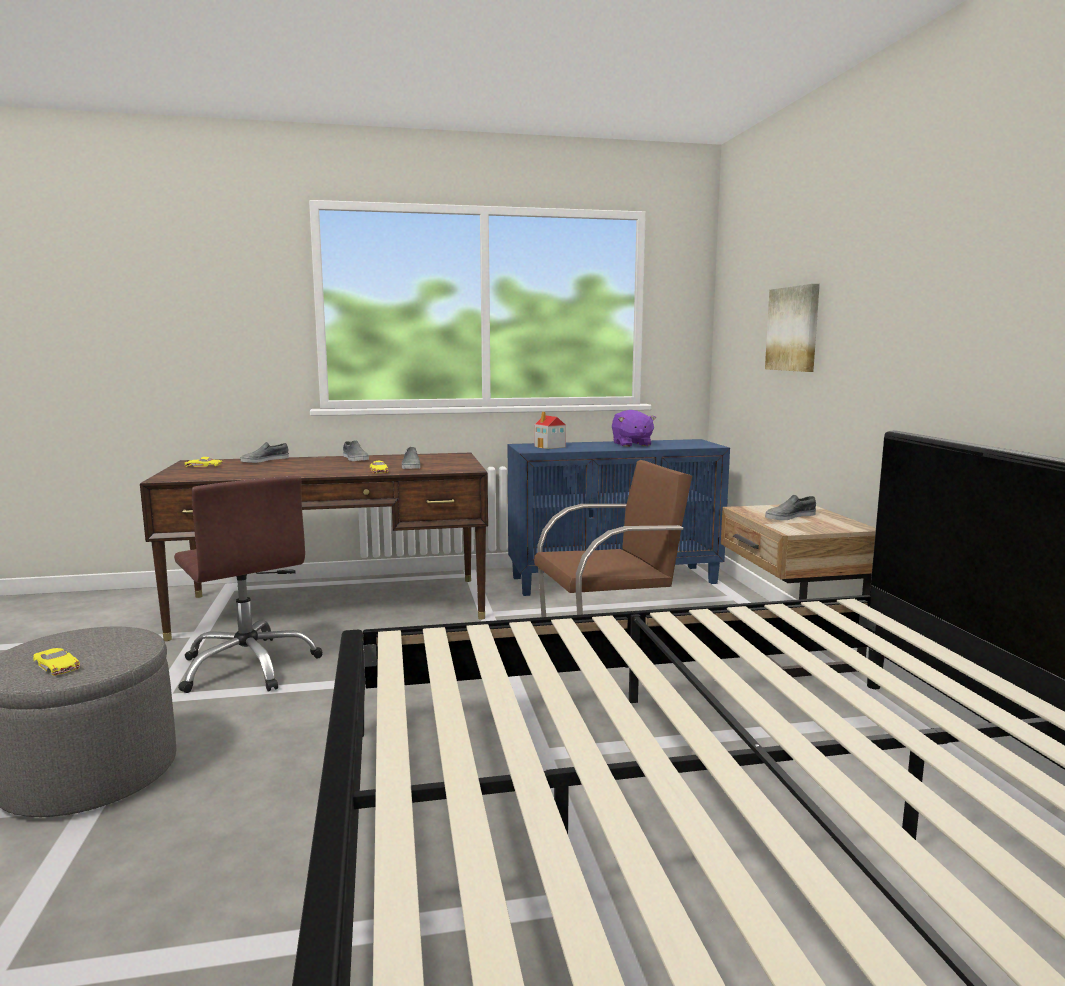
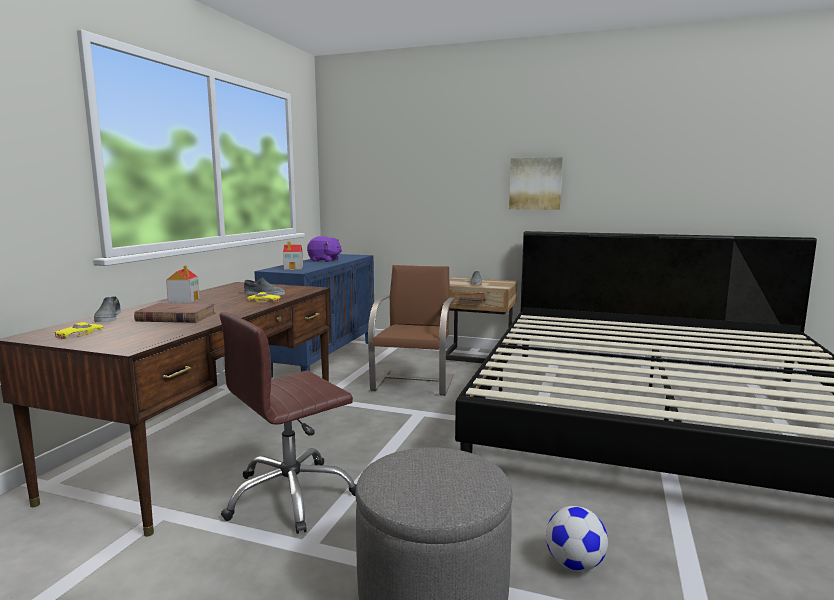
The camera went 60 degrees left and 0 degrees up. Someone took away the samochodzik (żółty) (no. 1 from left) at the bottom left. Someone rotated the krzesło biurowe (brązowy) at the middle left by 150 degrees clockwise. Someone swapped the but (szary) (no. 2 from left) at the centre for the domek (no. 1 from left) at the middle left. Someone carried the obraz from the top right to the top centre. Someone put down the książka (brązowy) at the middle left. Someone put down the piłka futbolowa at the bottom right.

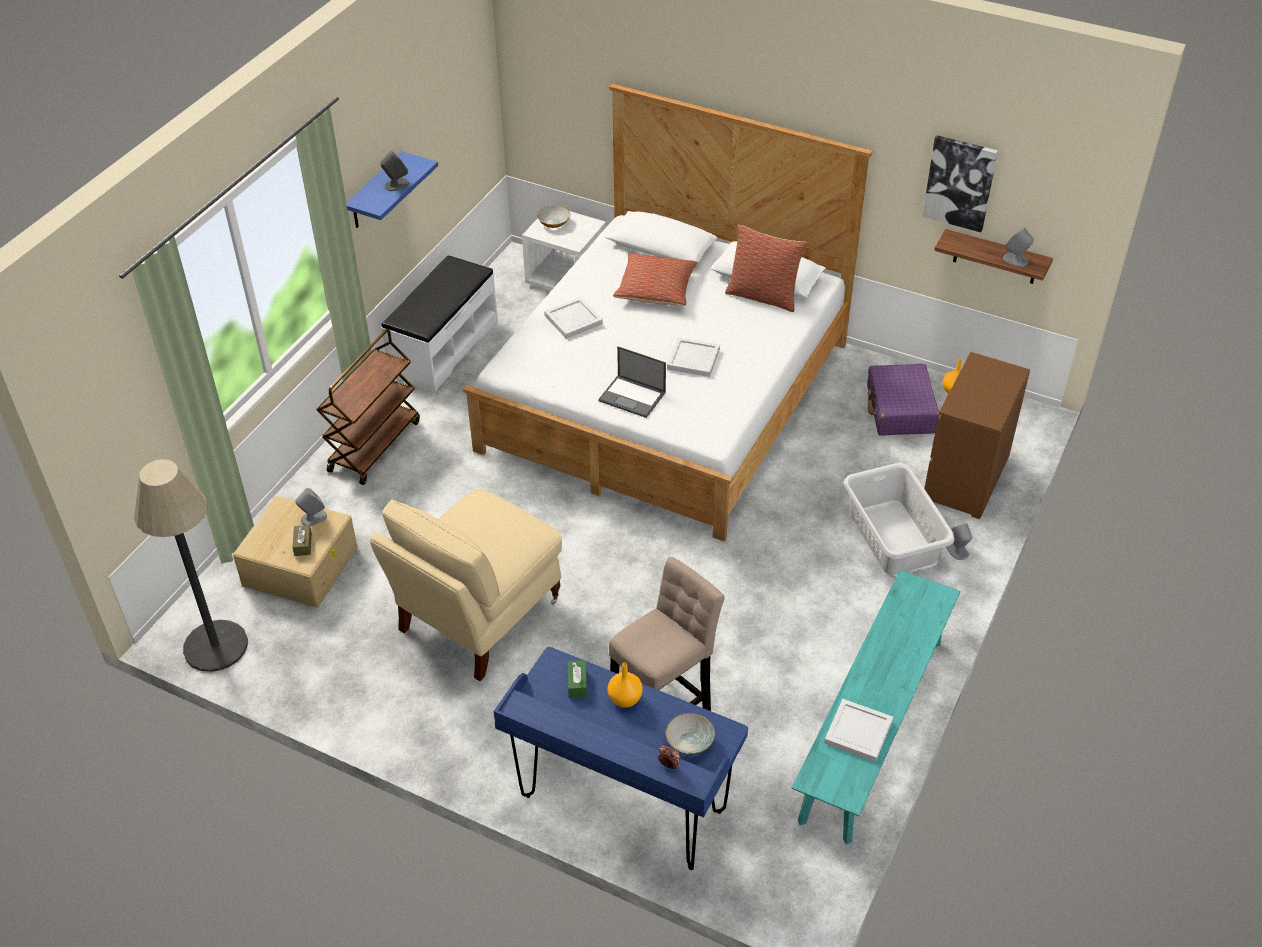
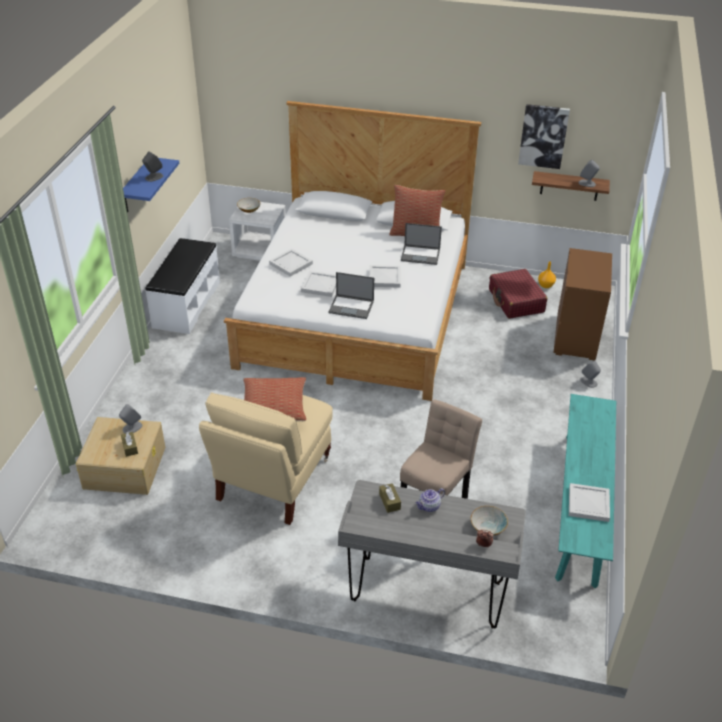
The camera went 15 degrees left and 5 degrees down. Someone took away the lampa stojąca at the middle left. Someone took away the wózek (brązowy) at the middle left. Someone repainted the biurko (niebieski) at the bottom centre, which became the biurko (szary) at the bottom centre. Someone repainted the pudełko chusteczek (zielony) at the bottom centre, which became the pudełko chusteczek (brązowy) (no. 2 from left) at the bottom centre. Someone swapped the wazon (pomarańczowy) (no. 1 from left) at the bottom centre for the imbryk at the bottom centre. Someone carried the poduszka (no. 1 from left) from the top centre to the centre. Someone took away the kosz na pranie (szary) at the middle right. Someone repainted the walizka (fioletowy) at the middle right, which became the walizka (czerwony) at the middle right. Someone put down the taca (biały) (no. 2 from left) at the centre. Someone put down the laptop (no. 2 from left) at the centre.

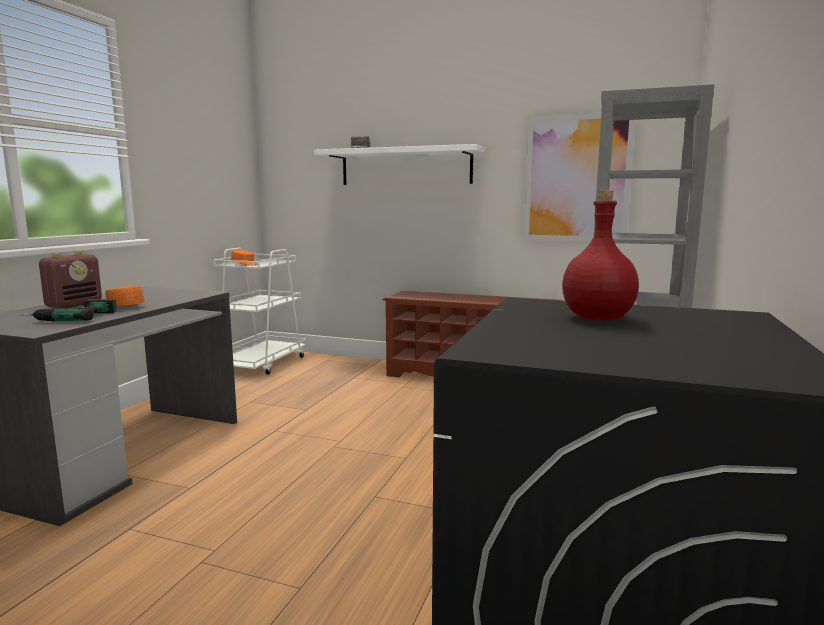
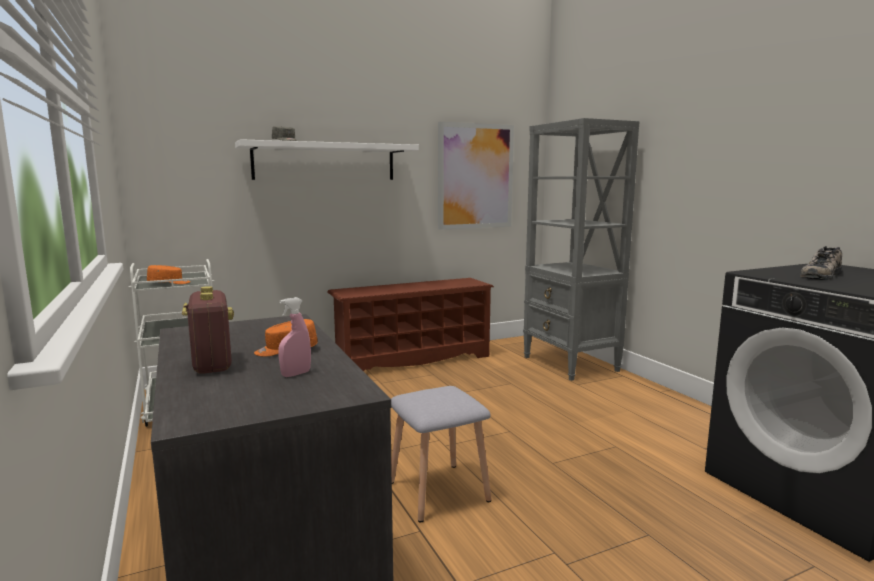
The camera went 45 degrees left and 0 degrees up. Someone swapped the wiertarka at the middle left for the spryskiwacz (różowy) at the centre. Someone swapped the butelka (czerwony) at the middle right for the but at the middle right. Someone put down the stołek (szary) at the bottom centre.

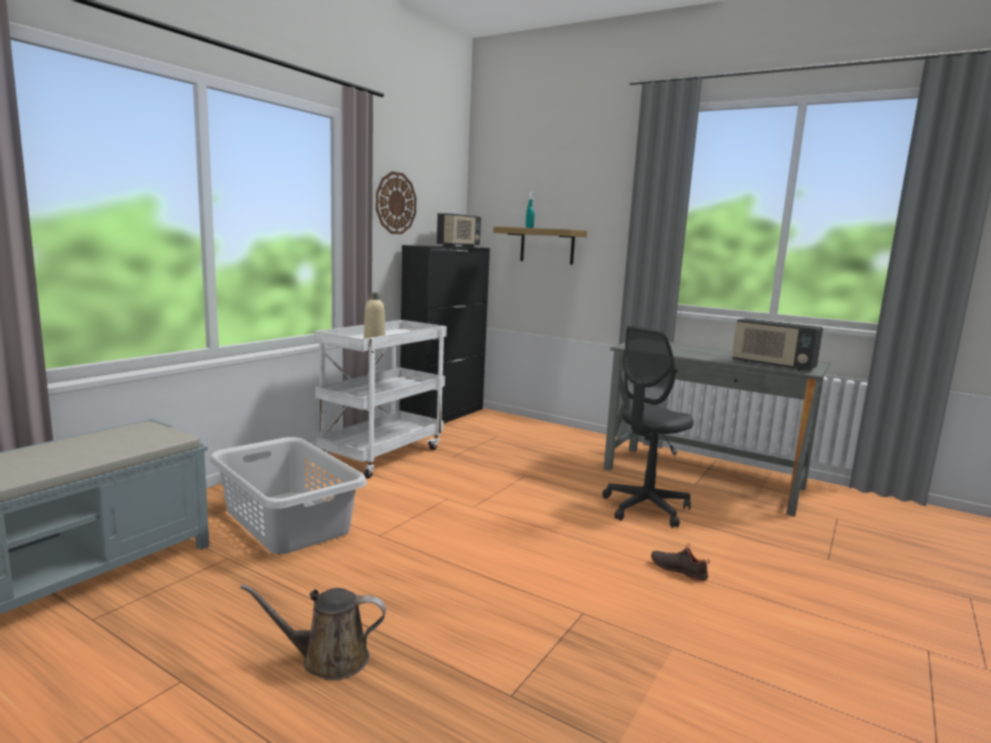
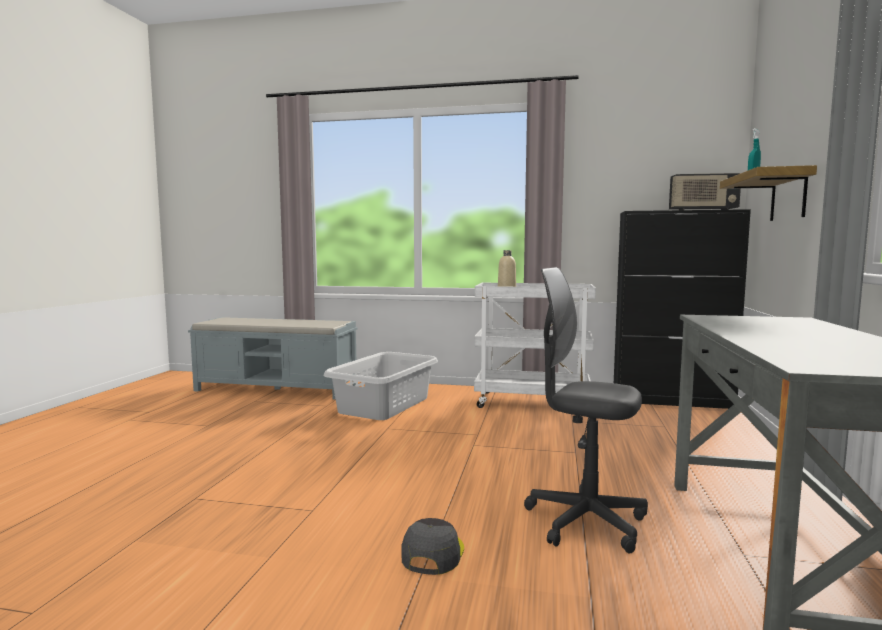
The camera went 70 degrees right and 5 degrees down. Someone took away the konewka (brązowy) at the bottom left. Someone took away the zegar ścienny at the top centre. Someone swapped the but (czarny) at the bottom right for the czapka z daszkiem (szary) at the bottom centre. Someone took away the radio (no. 2 from left) at the middle right.

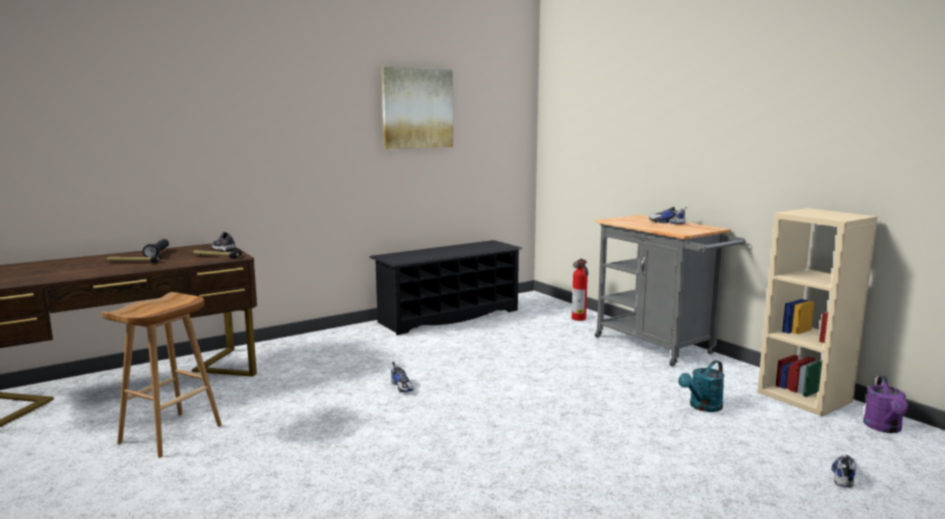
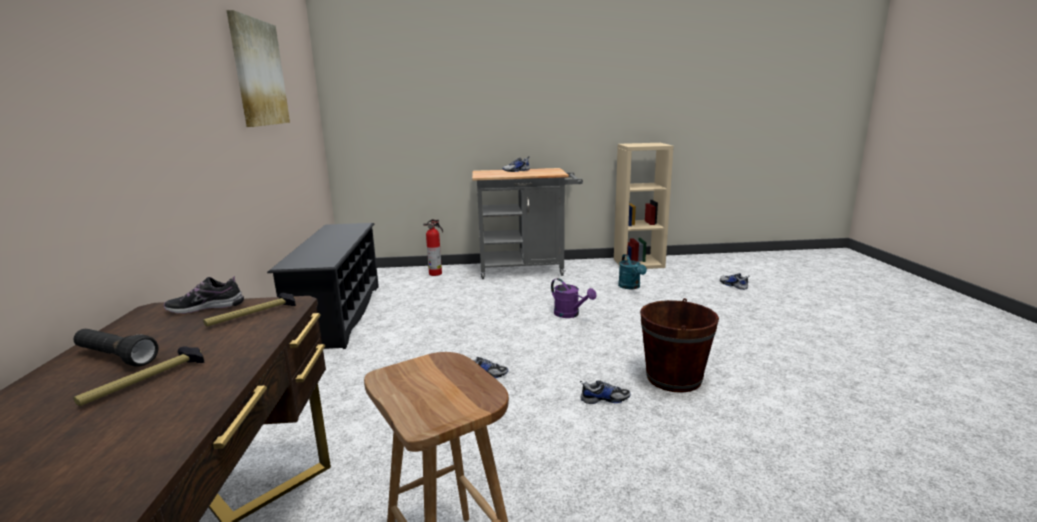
The camera went 60 degrees left and 5 degrees up. Someone carried the konewka (fioletowy) from the bottom right to the centre. Someone put down the but (no. 4 from left) at the bottom centre. Someone put down the wiadro (brązowy) at the centre.

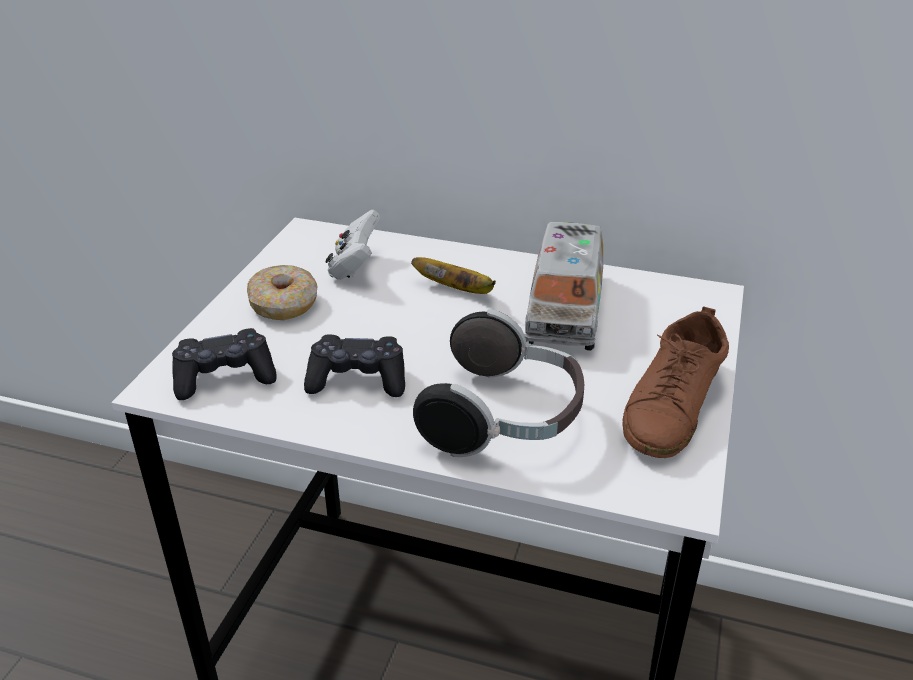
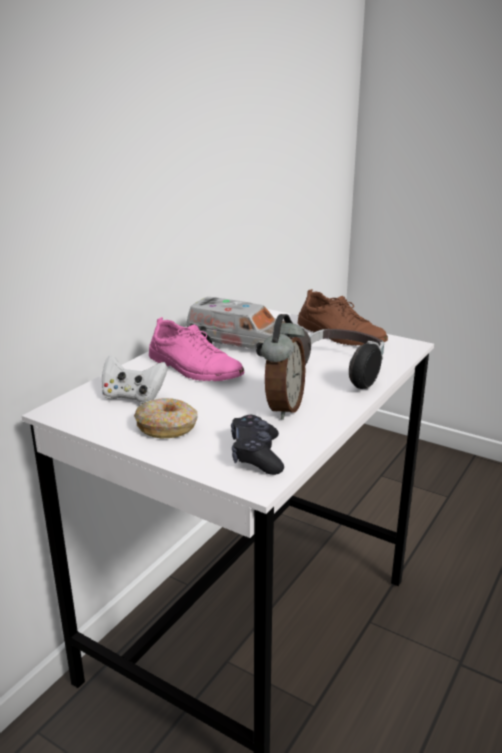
The camera went 75 degrees left and 10 degrees down. Someone swapped the pad do gier (czarny) (no. 2 from left) at the centre for the budzik at the centre. Someone swapped the banan at the centre for the but (różowy) at the centre.

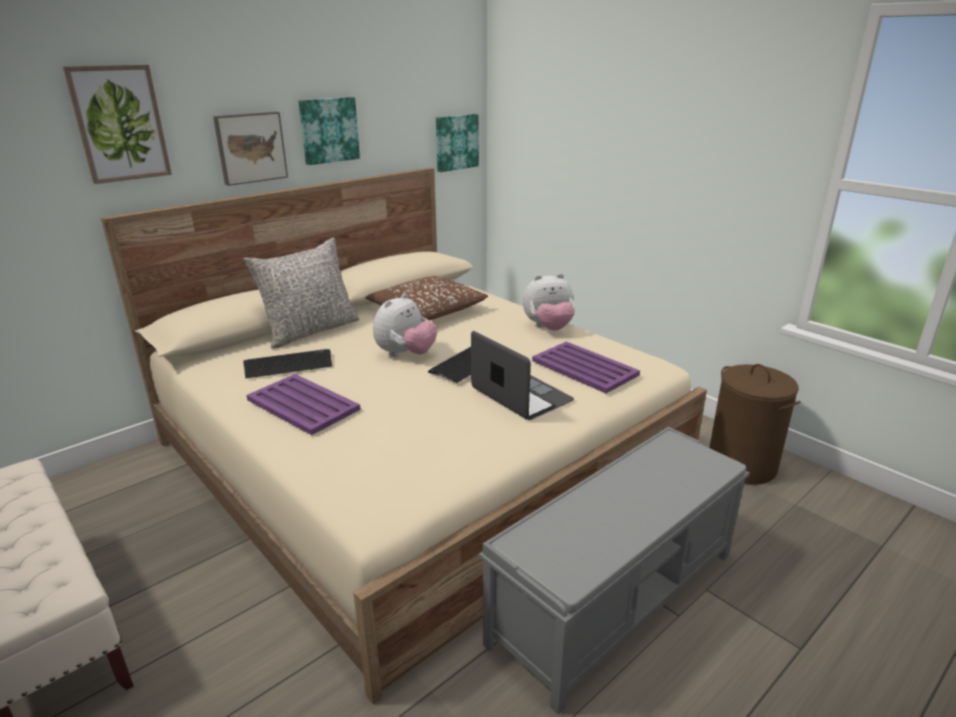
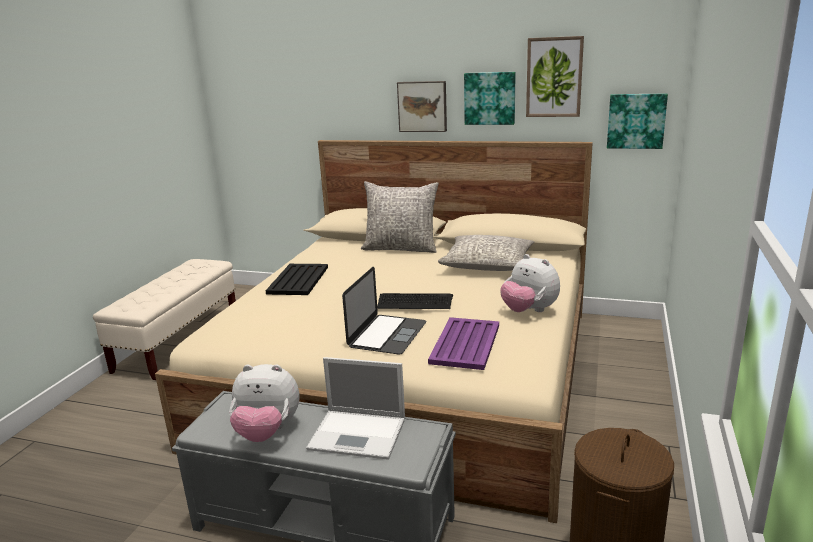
The camera went 60 degrees right and 5 degrees down. Someone carried the obraz (no. 1 from left in the first image) from the top left to the top right. Someone took away the klawiatura (no. 1 from left) at the middle left. Someone repainted the taca (fioletowy) (no. 1 from left) at the middle left, which became the taca (czarny) at the centre. Someone repainted the poduszka (brązowy) at the centre, which became the poduszka (szary) (no. 2 from left) at the centre. Someone carried the pluszak (no. 1 from left) from the centre to the bottom left. Someone put down the laptop (no. 1 from left) at the bottom centre.

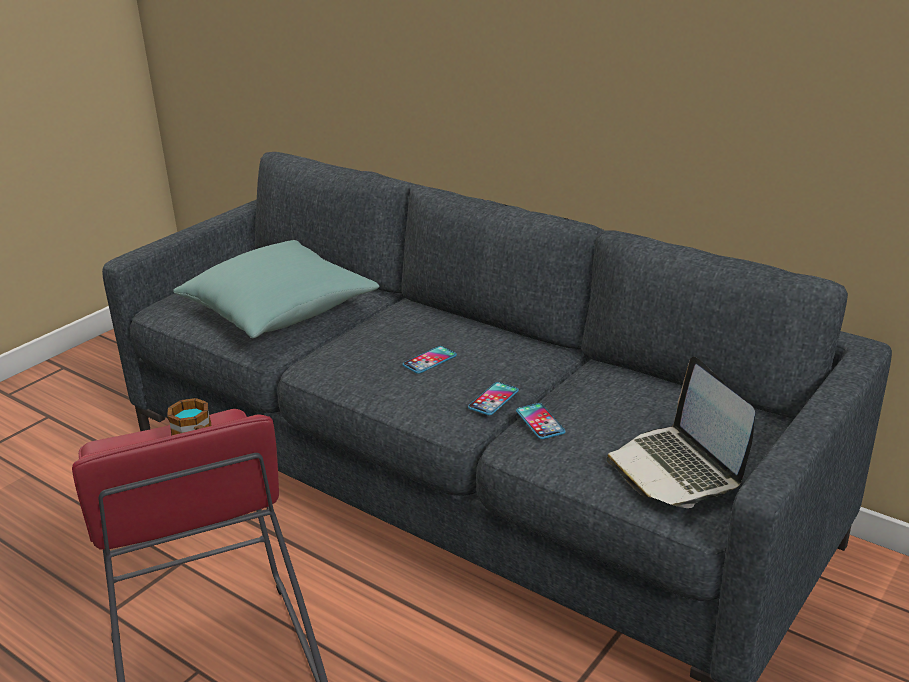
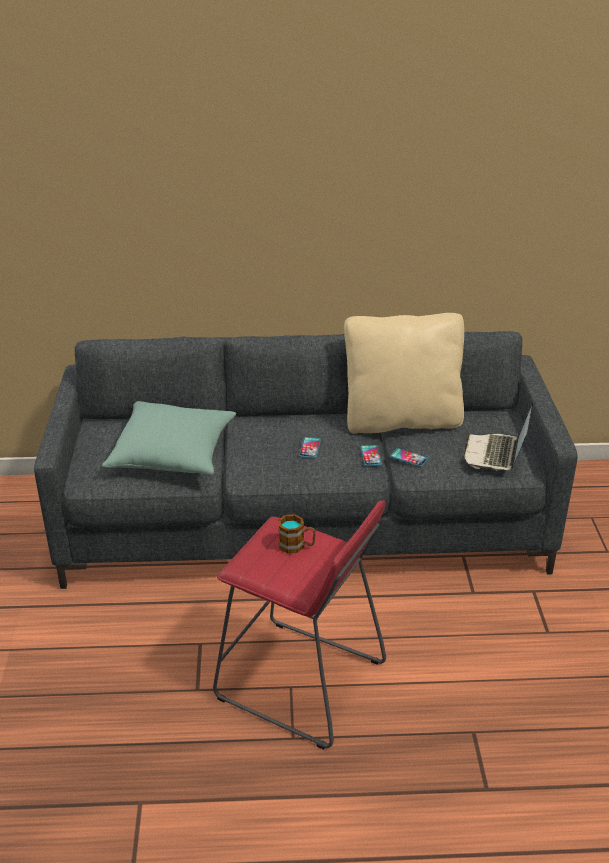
The camera went 40 degrees left and 5 degrees up. Someone rotated the laptop at the middle right by 75 degrees clockwise. Someone put down the poduszka (beżowy) at the centre.

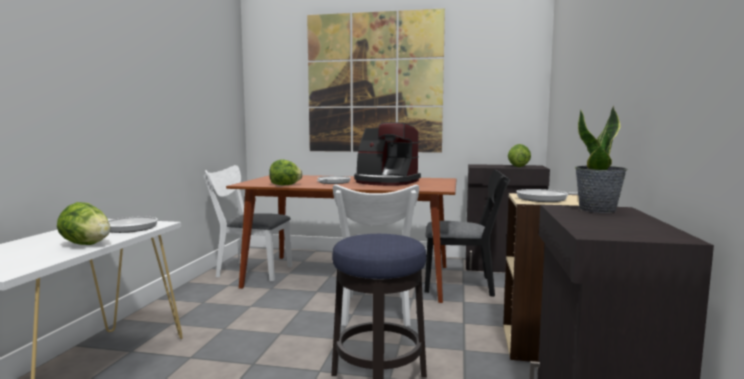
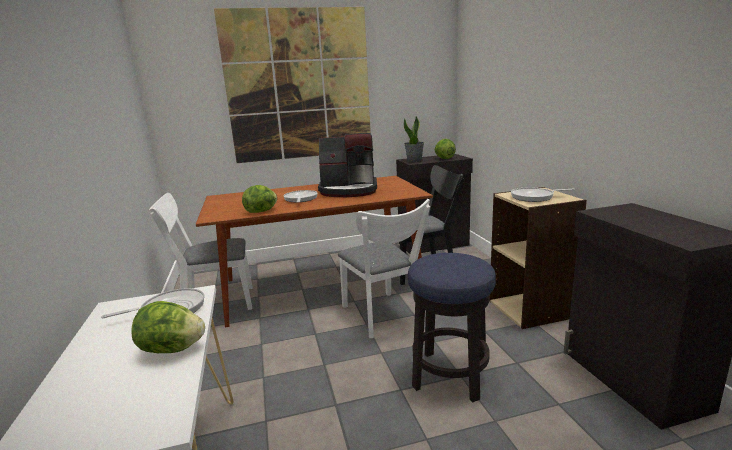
The camera went 25 degrees left and 10 degrees up. Someone carried the roślina doniczkowa from the middle right to the top centre.

